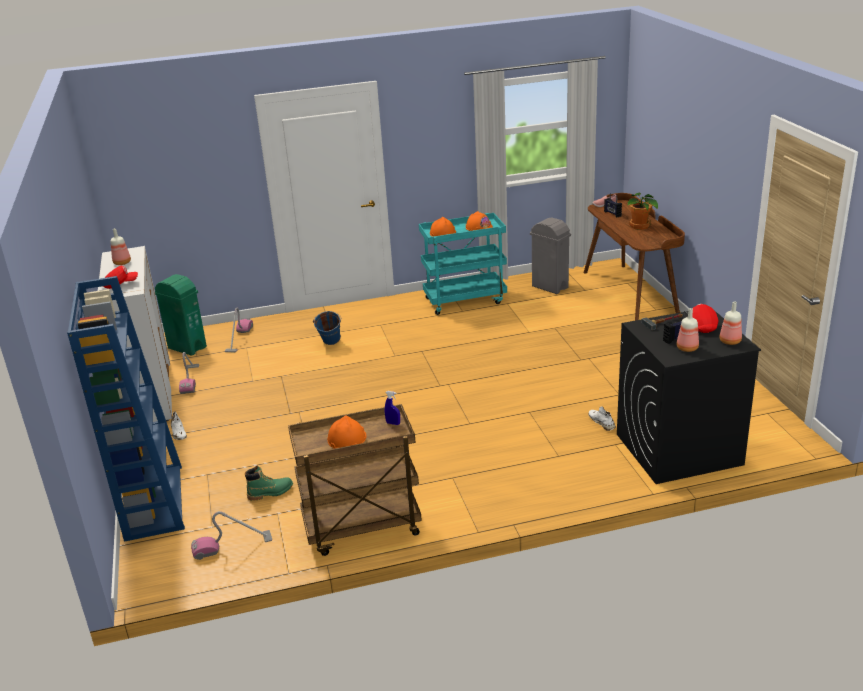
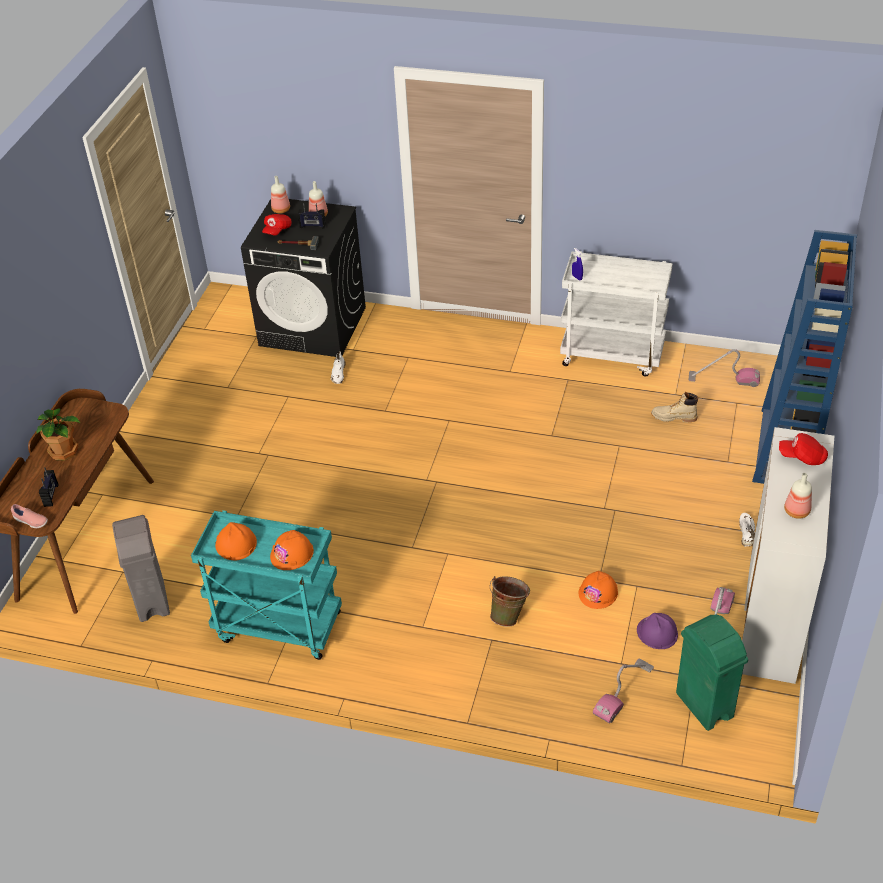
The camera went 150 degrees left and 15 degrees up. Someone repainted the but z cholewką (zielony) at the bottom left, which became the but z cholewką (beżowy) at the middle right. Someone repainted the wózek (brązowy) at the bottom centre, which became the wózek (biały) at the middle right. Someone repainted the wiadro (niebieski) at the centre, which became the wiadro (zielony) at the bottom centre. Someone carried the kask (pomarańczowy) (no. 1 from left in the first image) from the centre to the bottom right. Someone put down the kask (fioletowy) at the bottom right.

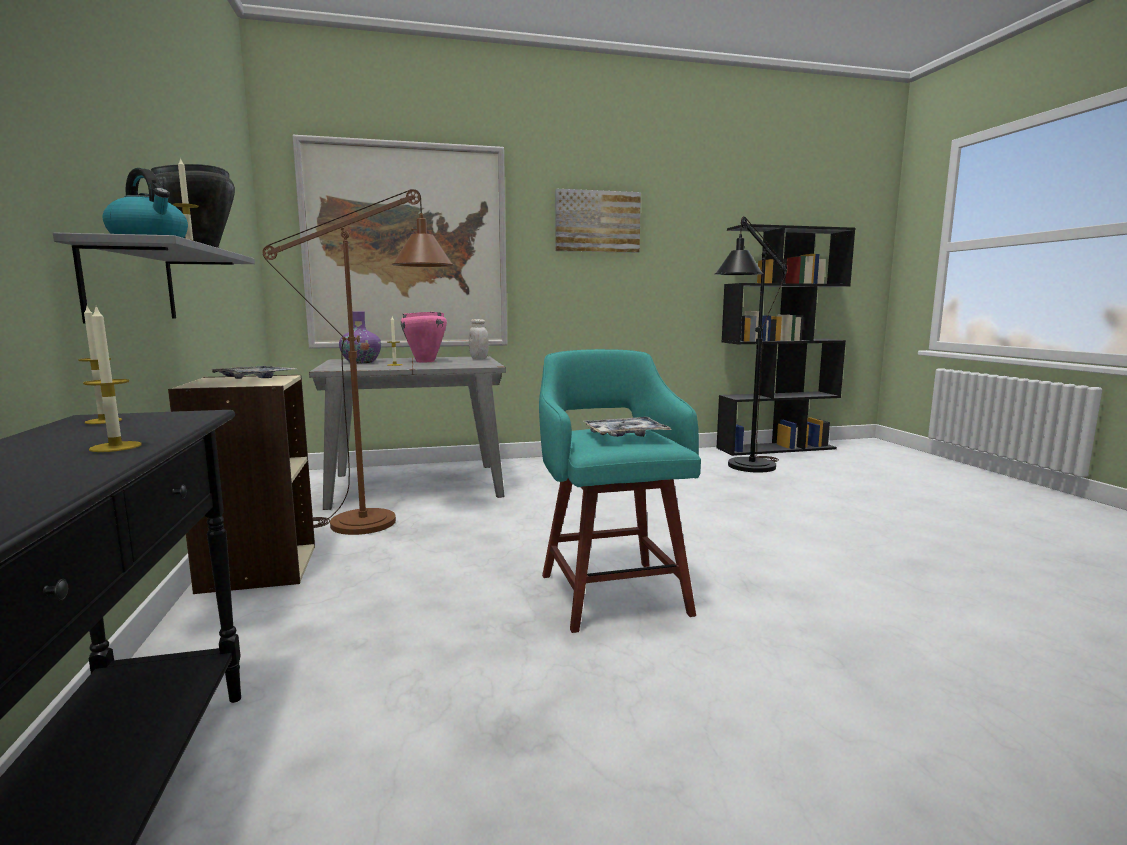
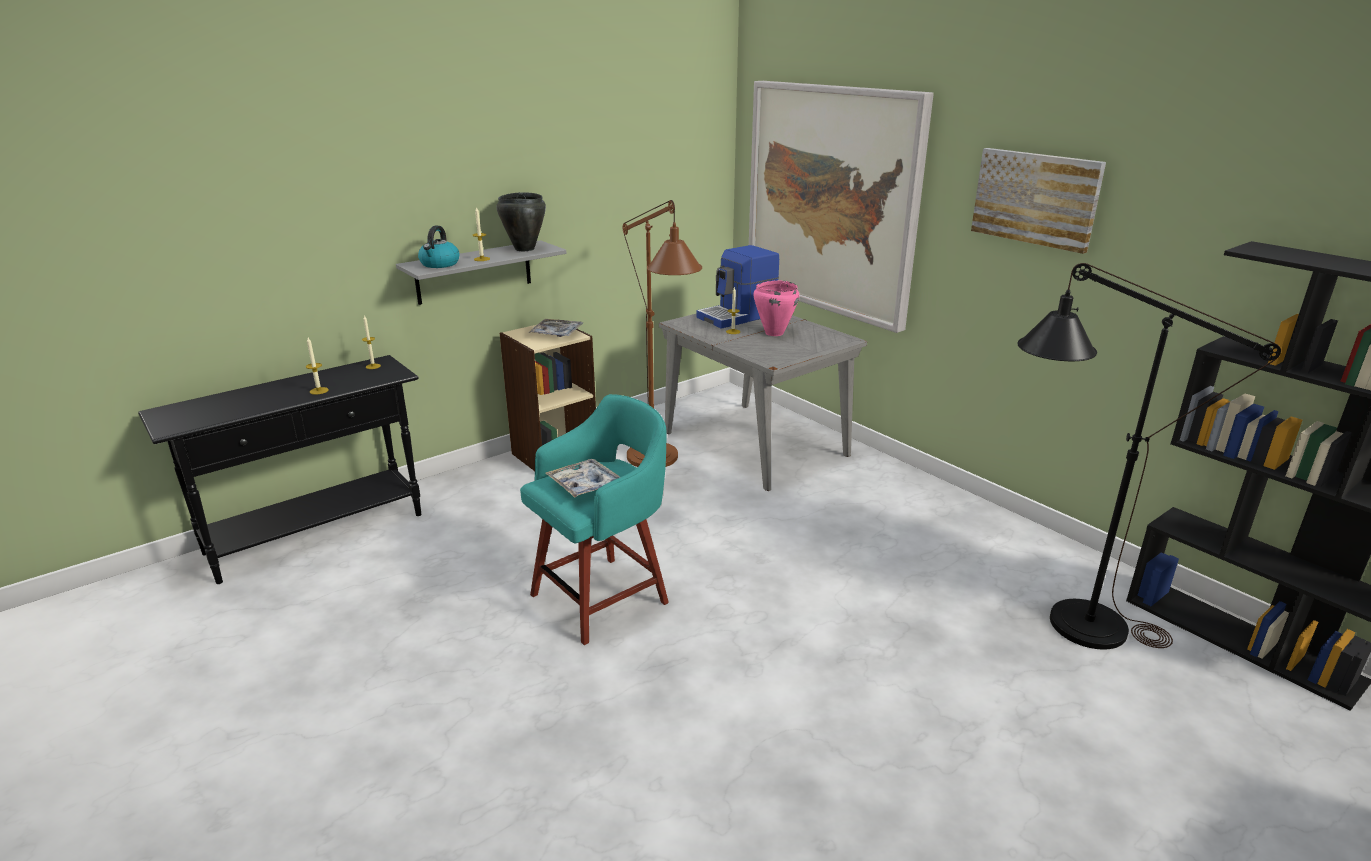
The camera went 65 degrees right and 15 degrees up. Someone swapped the wazon (fioletowy) at the middle left for the ekspres do kawy at the centre. Someone took away the słoik (biały) at the centre.

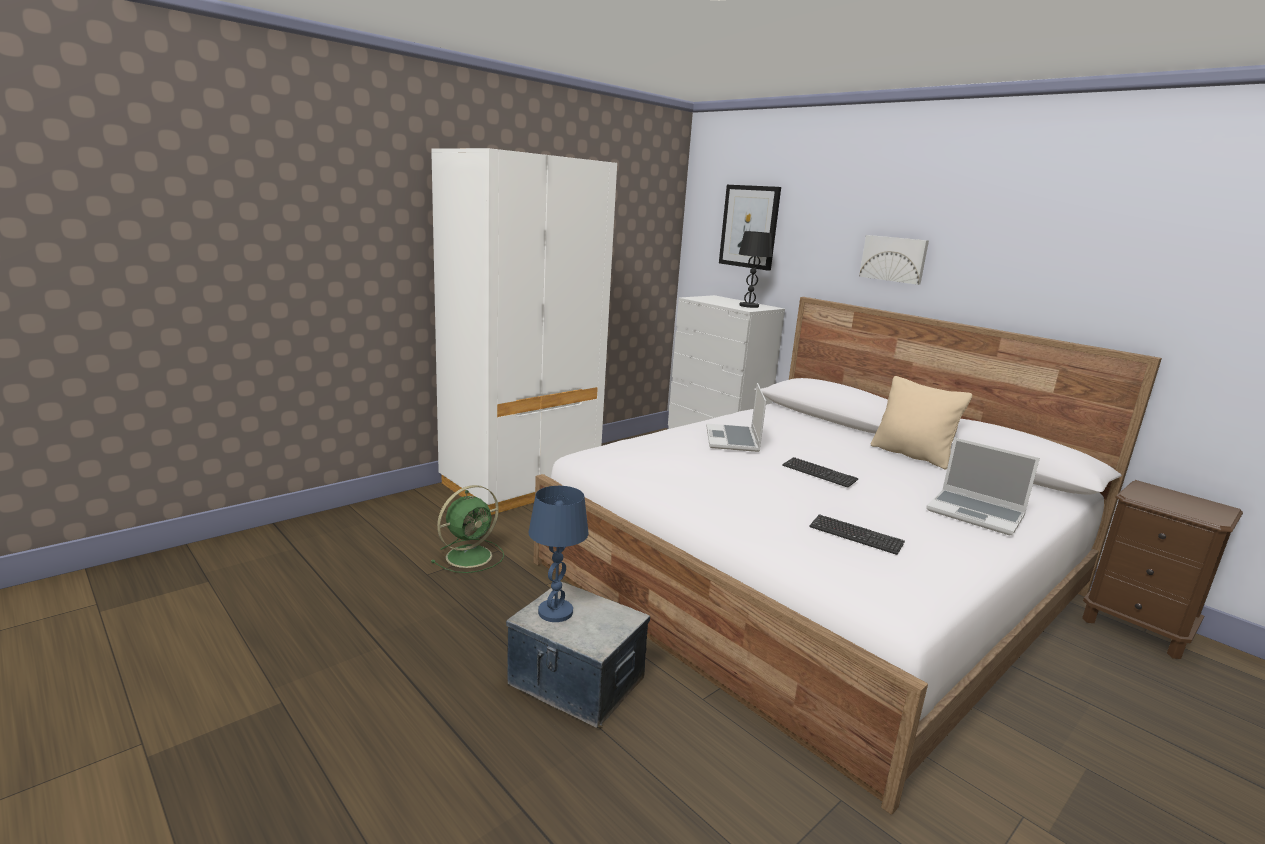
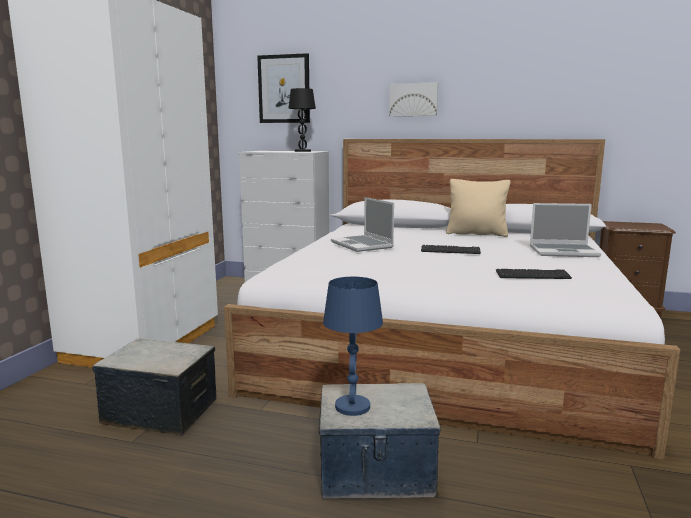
The camera went 30 degrees left and 5 degrees down. Someone swapped the wentylator (zielony) at the centre for the pojemnik do przechowywania (no. 1 from left) at the bottom left.

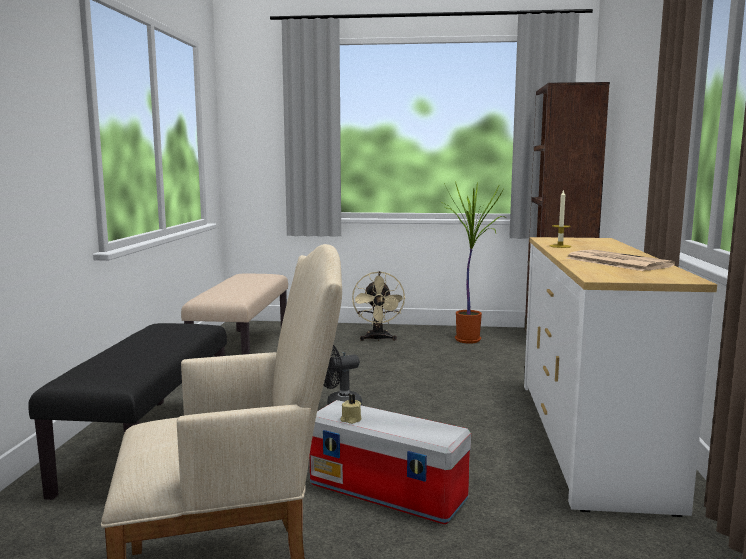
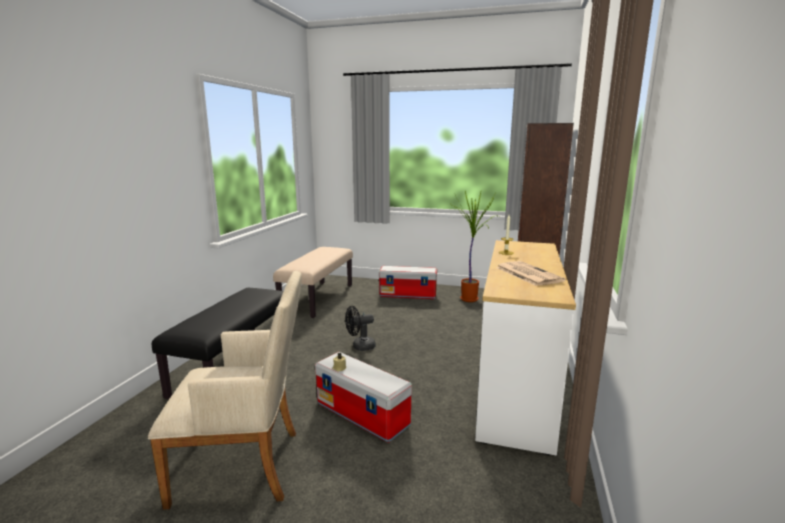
The camera went 10 degrees right and 5 degrees up. Someone swapped the wentylator (beżowy) at the centre for the pojemnik do przechowywania (no. 2 from left) at the centre.

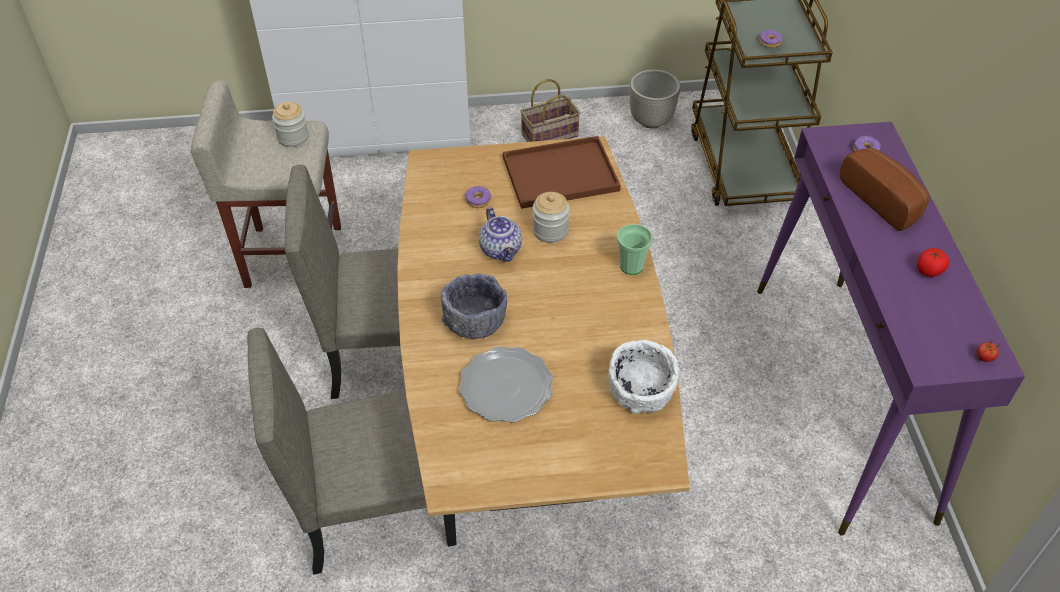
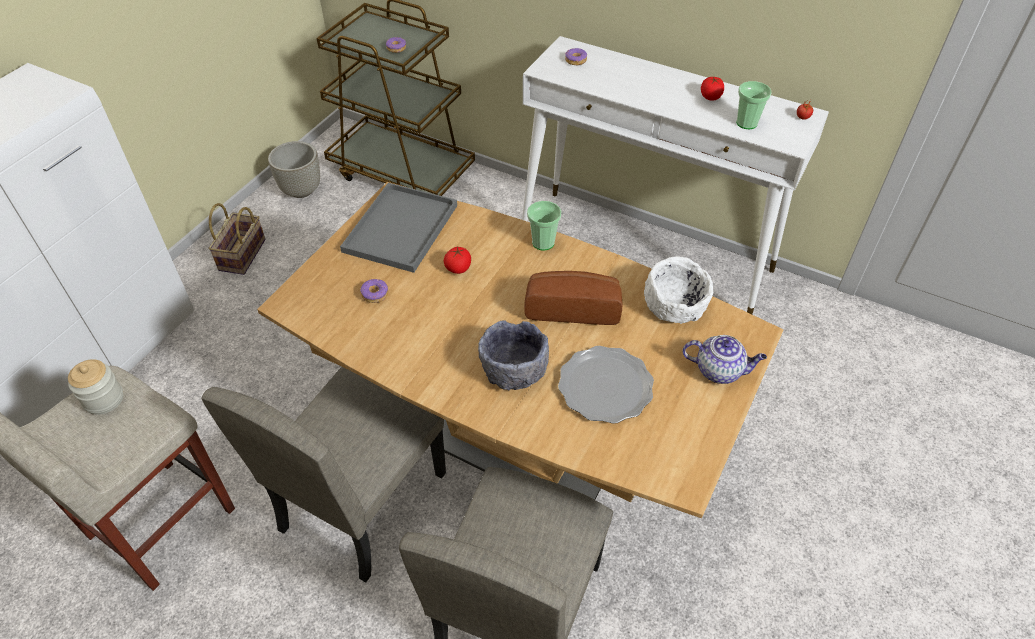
The camera went 55 degrees left and 0 degrees up. Someone carried the imbryk from the centre to the middle right. Someone repainted the taca (brązowy) at the top centre, which became the taca (szary) at the centre. Someone swapped the słoik (no. 2 from left) at the centre for the pomidor (no. 1 from left) at the centre. Someone repainted the stolik konsolowy (fioletowy) at the middle right, which became the stolik konsolowy (biały) at the top centre. Someone carried the chleb from the top right to the centre. Someone put down the filiżanka (no. 2 from left) at the top right.

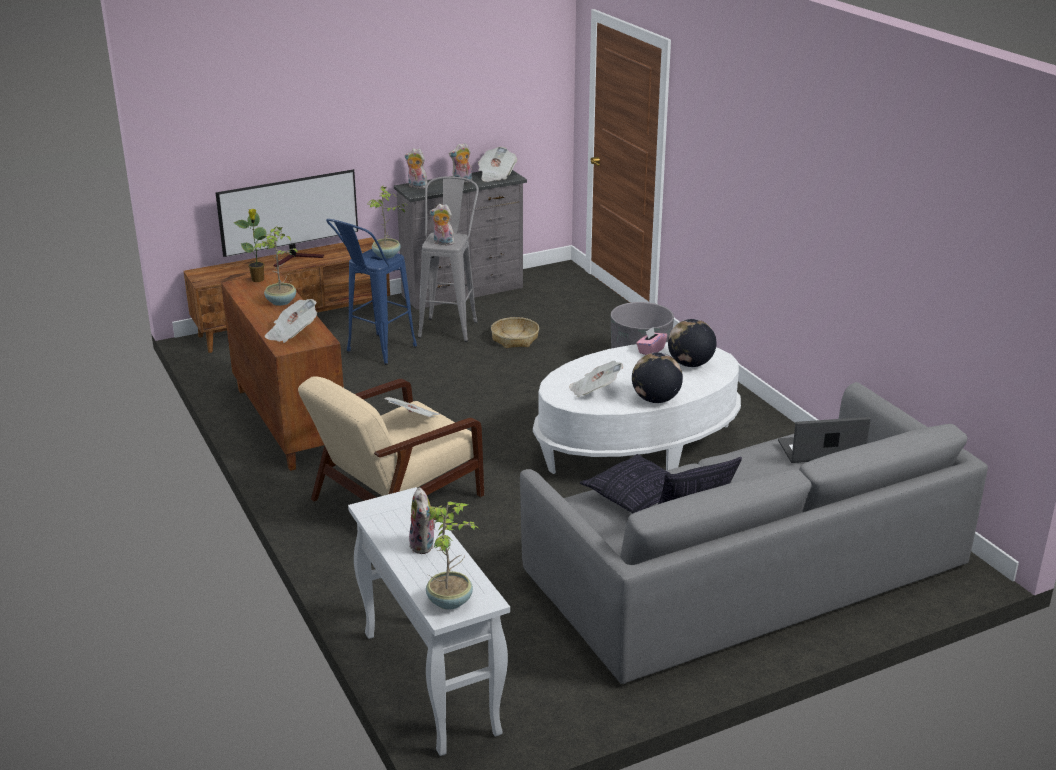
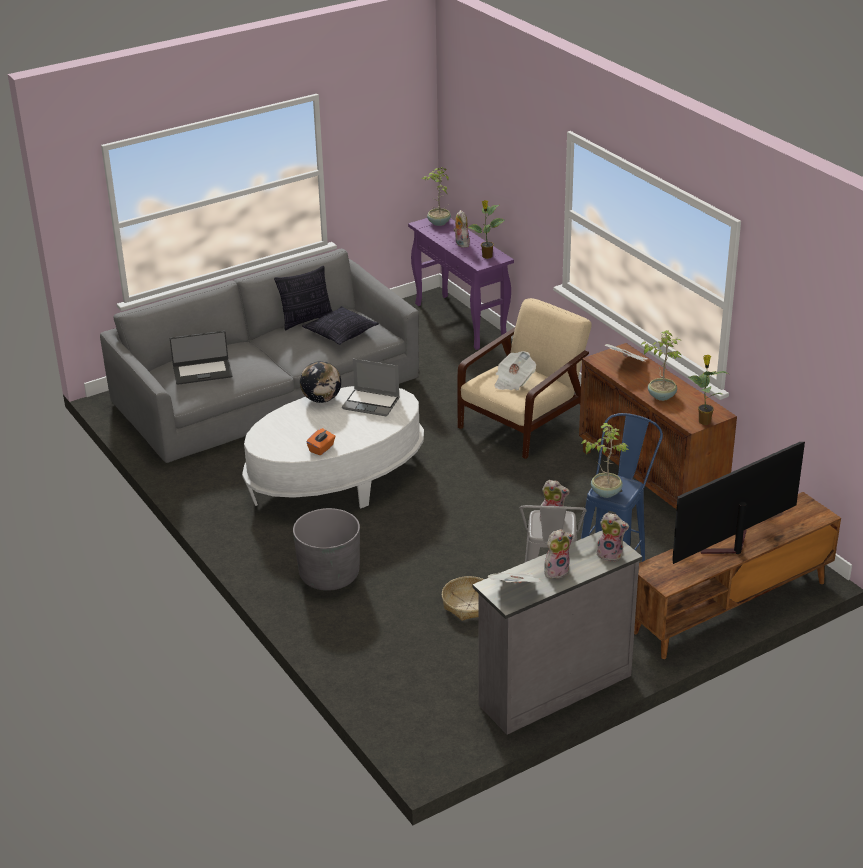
The camera went 175 degrees right and 5 degrees up. Someone repainted the stolik konsolowy (biały) at the bottom centre, which became the stolik konsolowy (fioletowy) at the top centre. Someone swapped the gazeta (no. 4 from left) at the centre for the laptop (no. 2 from left) at the centre. Someone repainted the pudełko chusteczek (różowy) at the centre, which became the pudełko chusteczek (pomarańczowy) at the centre. Someone took away the globus (no. 2 from left) at the centre. Someone put down the roślina doniczkowa (no. 2 from left) at the top centre.

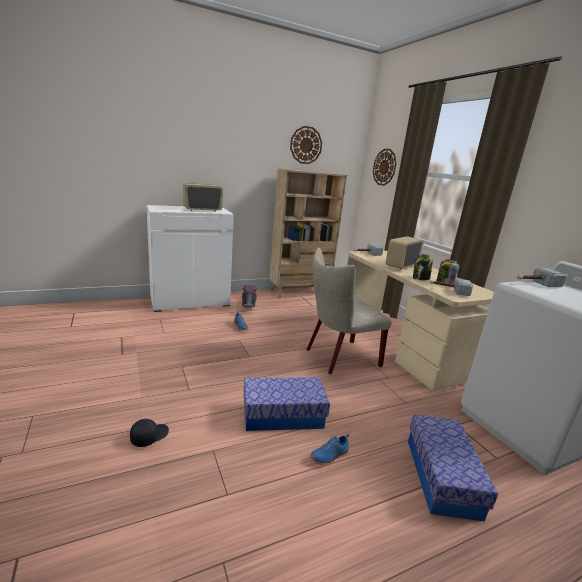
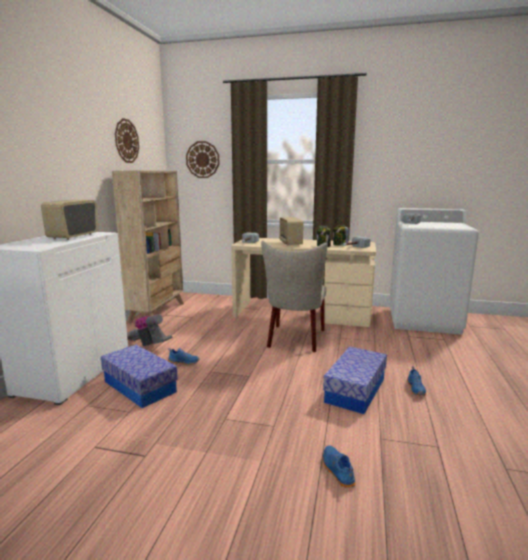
The camera went 50 degrees left and 5 degrees down. Someone swapped the czapka z daszkiem (czarny) at the bottom left for the but (niebieski) (no. 2 from left) at the bottom centre. Someone carried the pojemnik do przechowywania (no. 2 from left in the first image) from the bottom right to the bottom left.

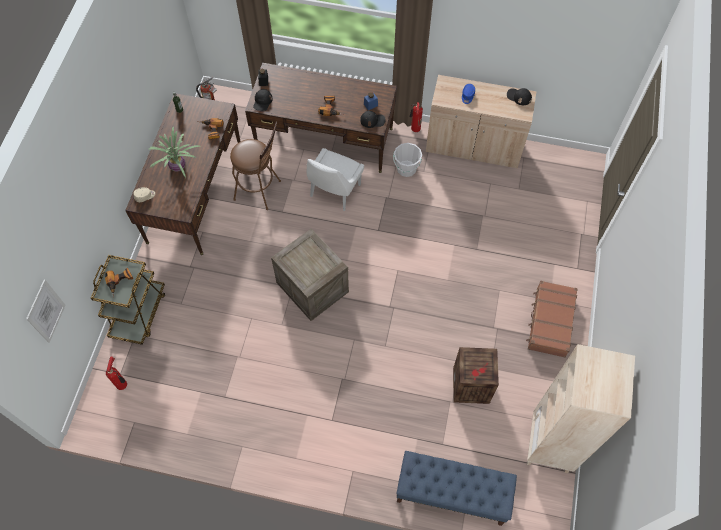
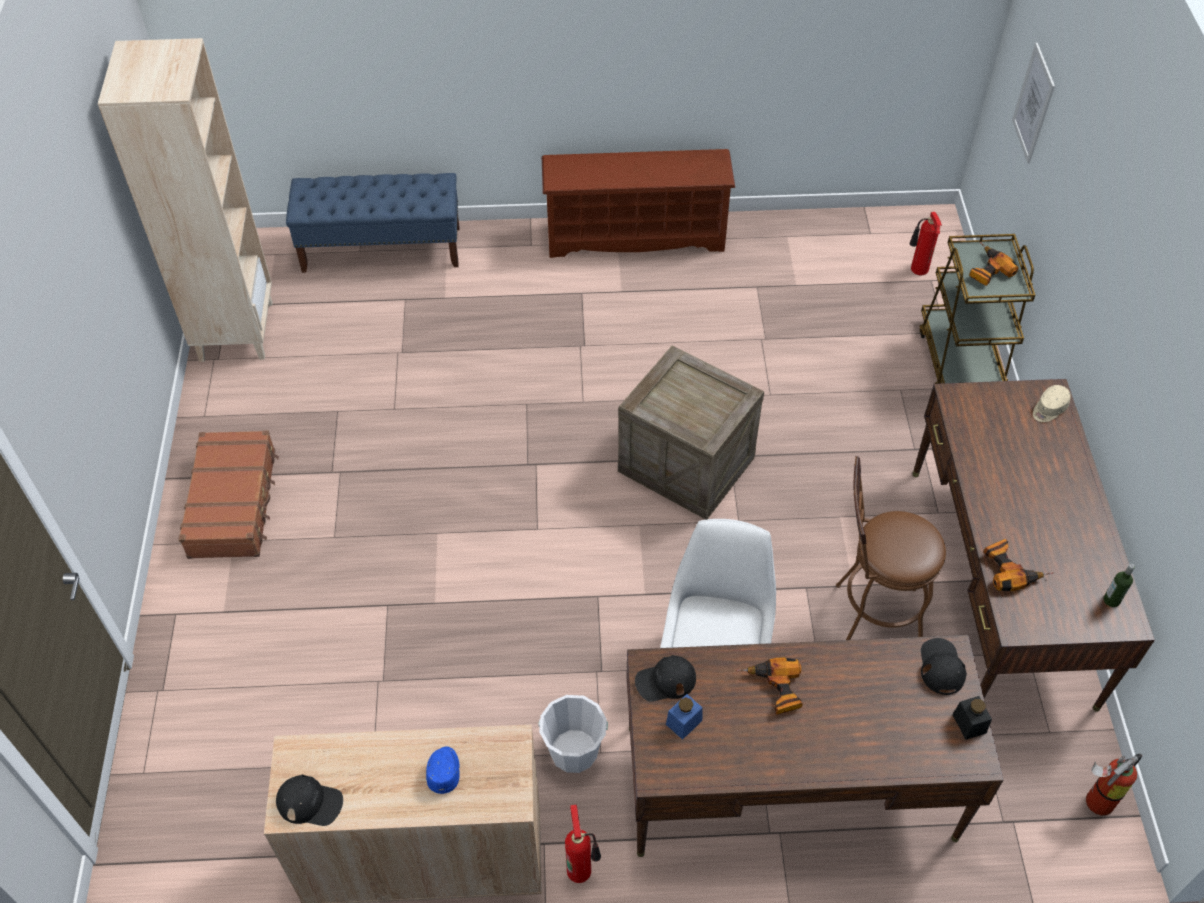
The camera went 165 degrees right and 10 degrees down. Someone took away the roślina doniczkowa at the top left. Someone took away the skrzynka (no. 2 from left) at the bottom centre. Someone put down the regał na buty (brązowy) at the top centre.

